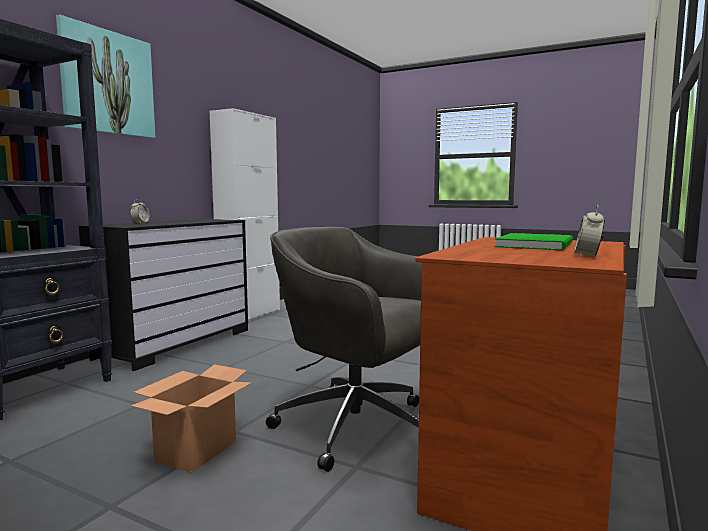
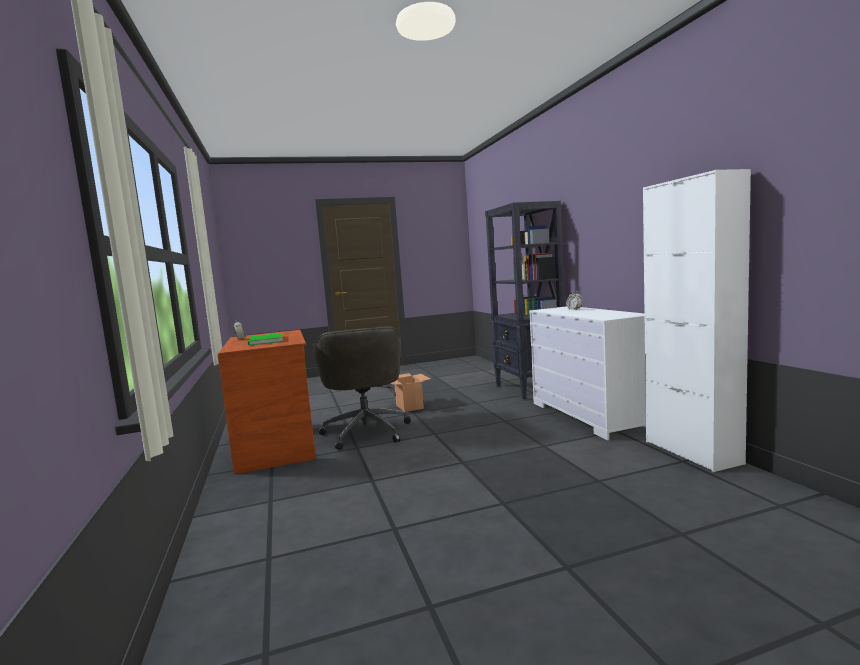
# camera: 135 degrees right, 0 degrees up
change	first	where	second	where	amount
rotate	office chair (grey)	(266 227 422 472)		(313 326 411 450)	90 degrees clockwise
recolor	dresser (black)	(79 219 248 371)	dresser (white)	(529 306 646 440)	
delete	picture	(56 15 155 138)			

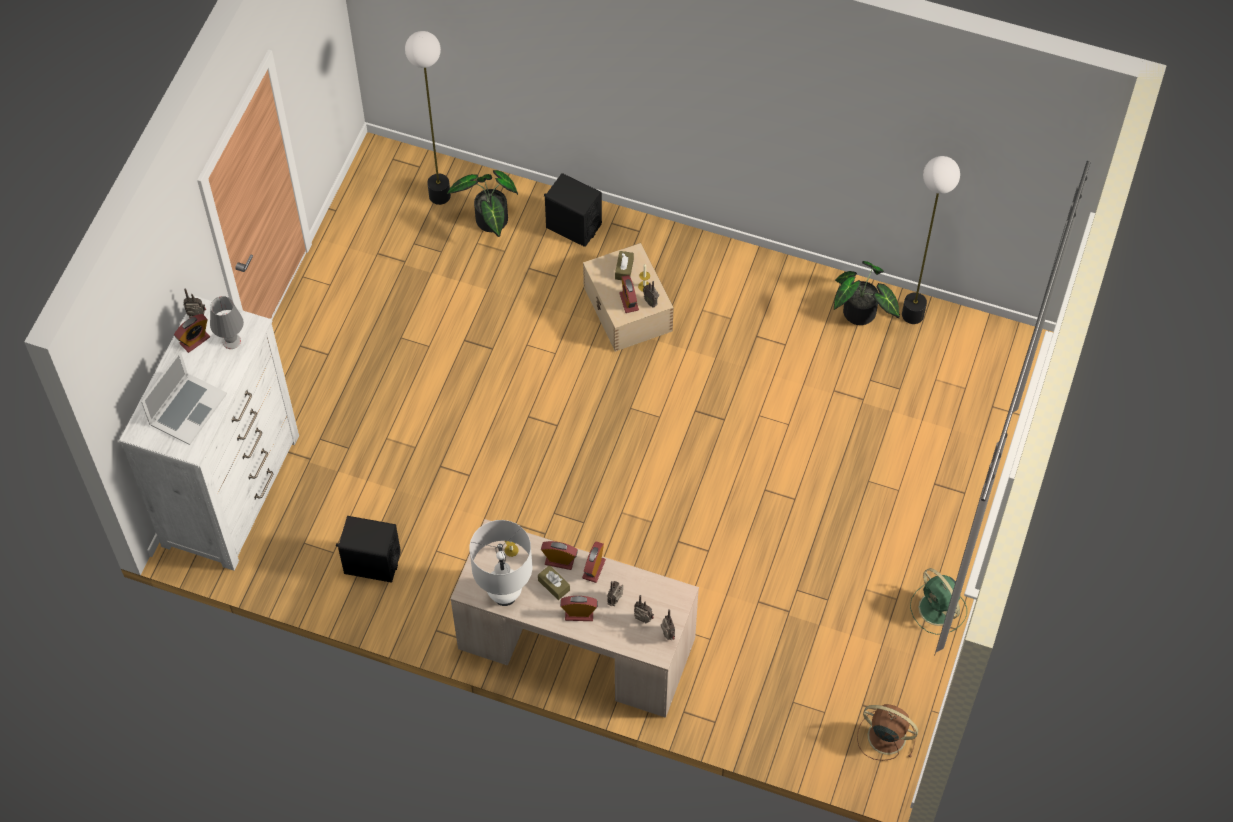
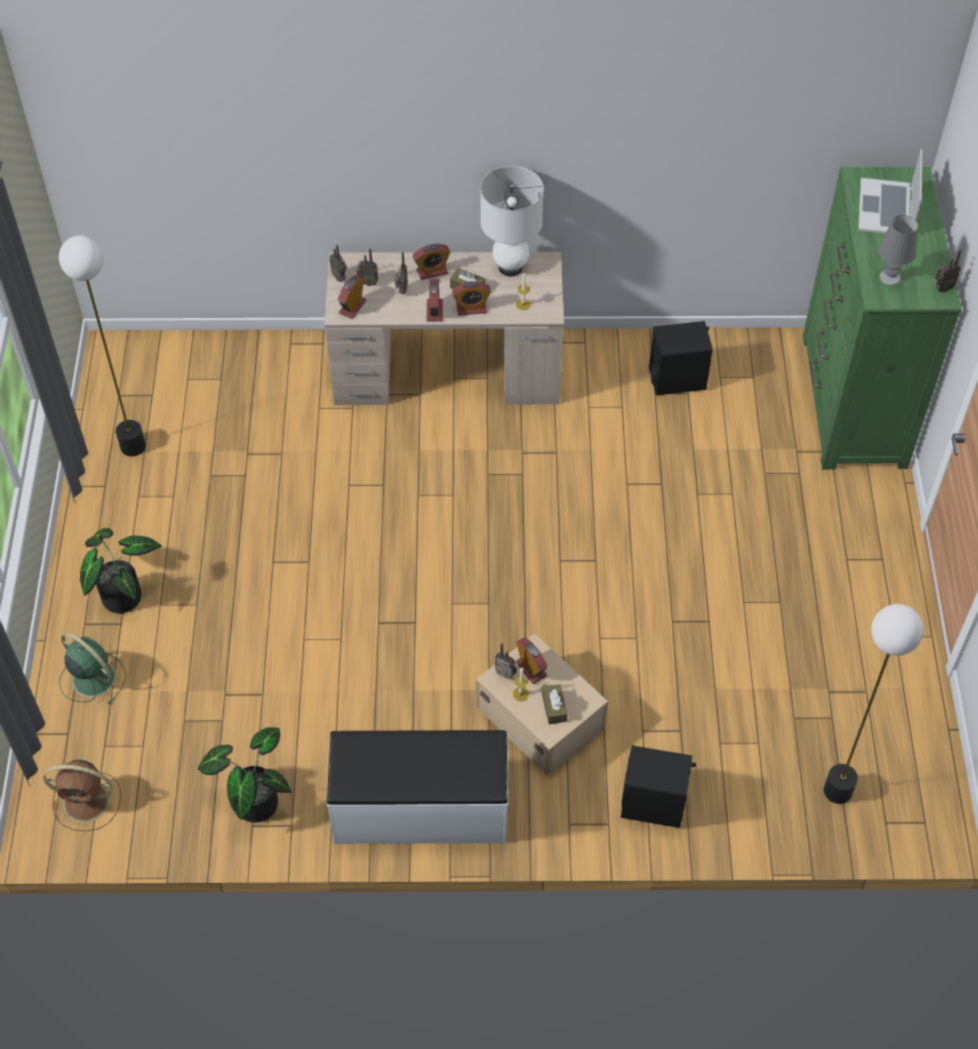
# camera: 160 degrees right, 5 degrees down
change	first	where	second	where	amount
move	fan (brown)	(857 704 918 761)		(44 760 121 832)	
move	floor lamp	(902 156 960 324)		(59 236 146 456)	
move	fan (green)	(910 568 967 635)		(59 633 126 705)	
move	potted plant	(447 170 518 237)		(80 528 162 613)	
insert			bench (white)	(327 730 508 844)	
move	alarm clock	(174 314 210 353)		(338 275 366 319)	
recolor	dresser (white)	(119 296 299 571)	dresser (green)	(803 167 962 470)	

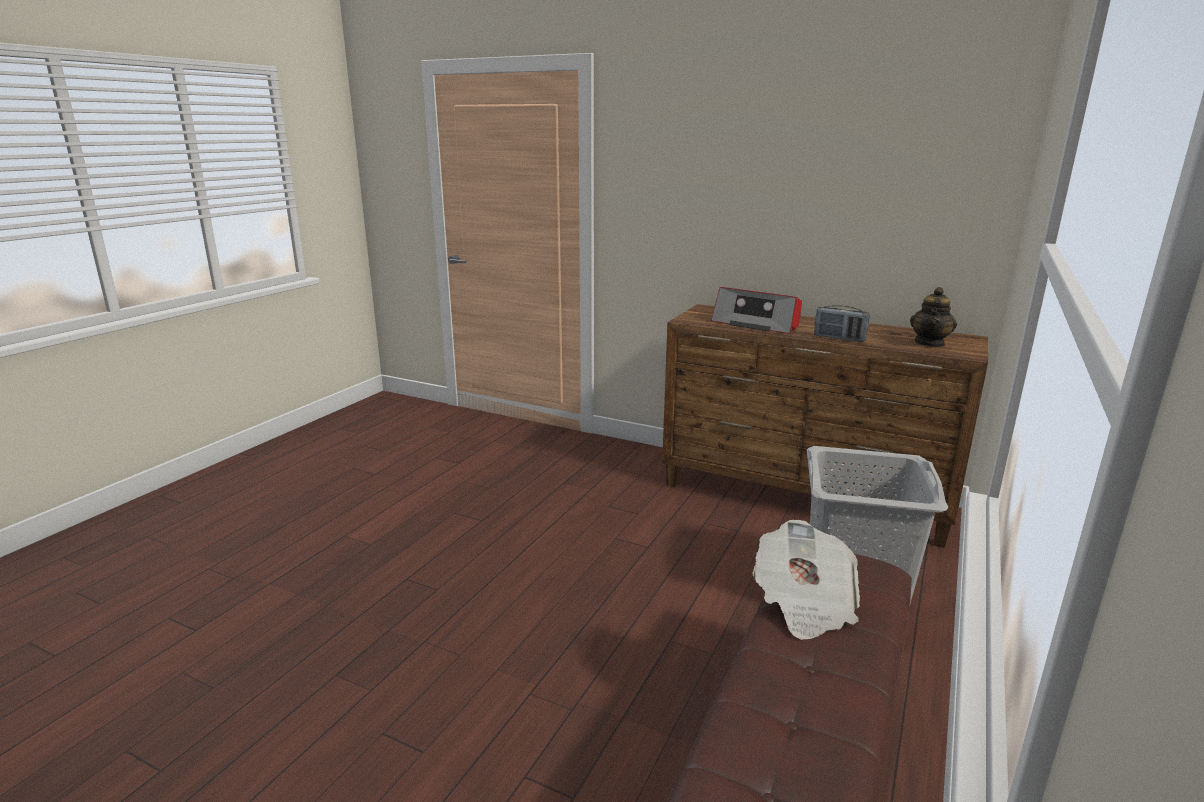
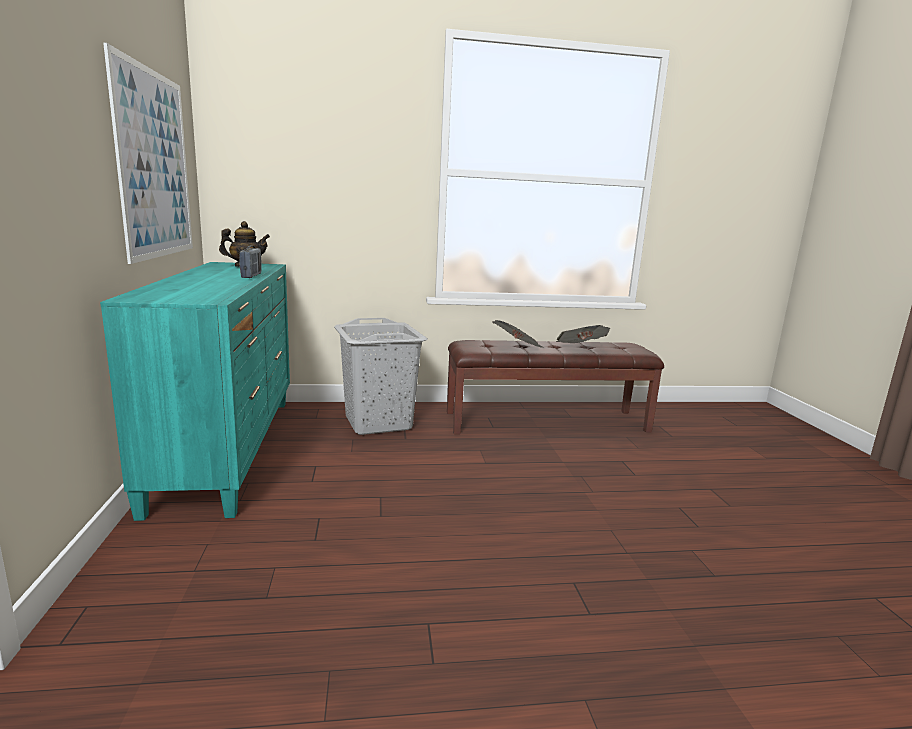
# camera: 125 degrees left, 5 degrees down
change	first	where	second	where	amount
recolor	dresser (brown)	(662 304 988 548)	dresser (turquoise)	(100 262 290 521)	
insert			picture	(103 42 193 264)	
insert			newspaper	(556 325 610 343)	
delete	radio	(711 287 802 334)			

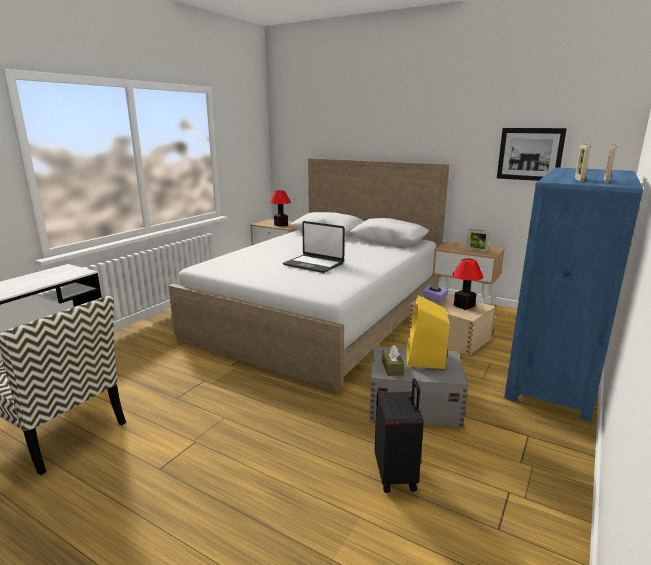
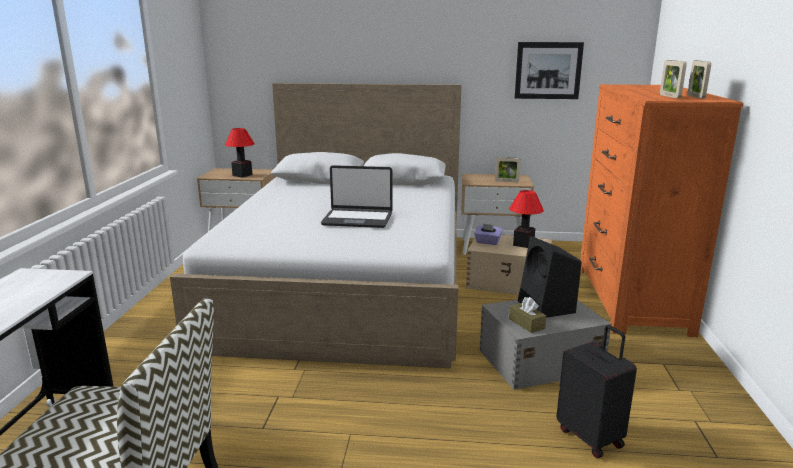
# camera: 25 degrees left, 0 degrees up
change	first	where	second	where	amount
recolor	speaker (yellow)	(406 295 450 369)	speaker (black)	(518 236 582 318)	
recolor	dresser (blue)	(504 167 643 422)	dresser (orange)	(581 84 744 337)	

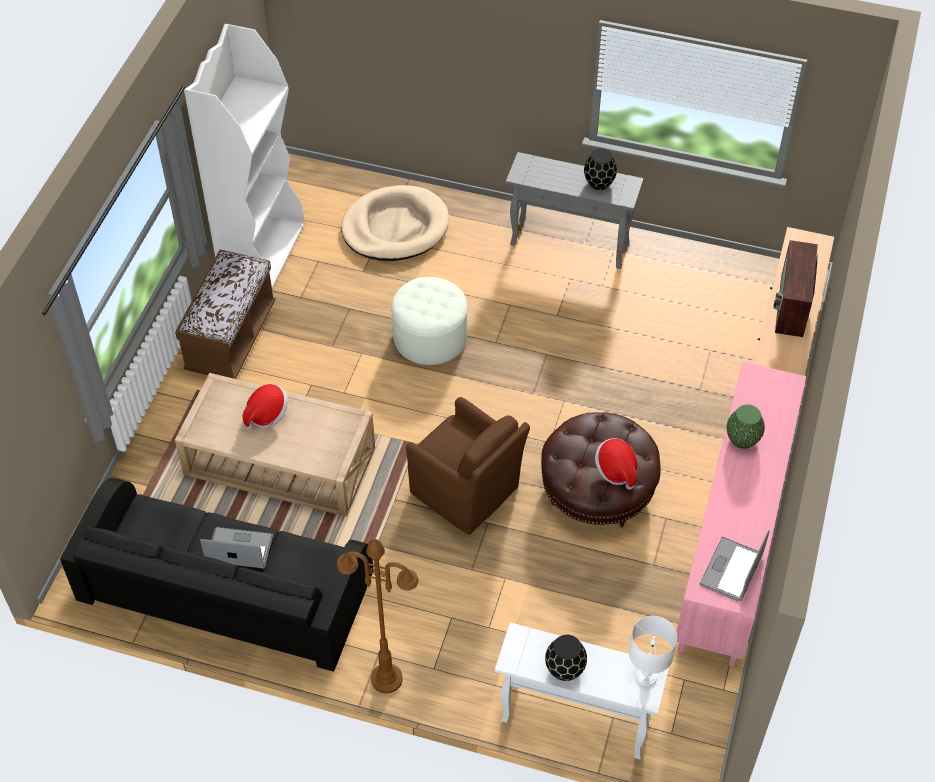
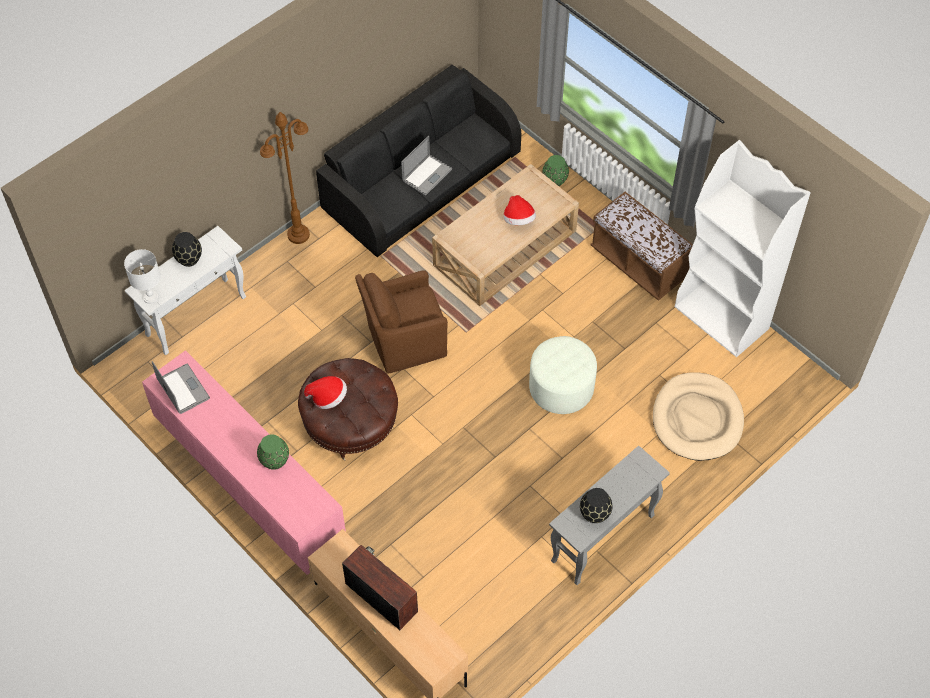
# camera: 120 degrees right, 5 degrees up
change	first	where	second	where	amount
insert			vase (green)	(542 155 569 186)	

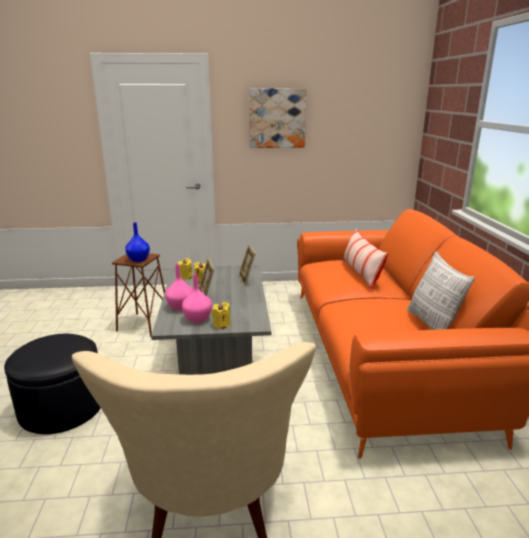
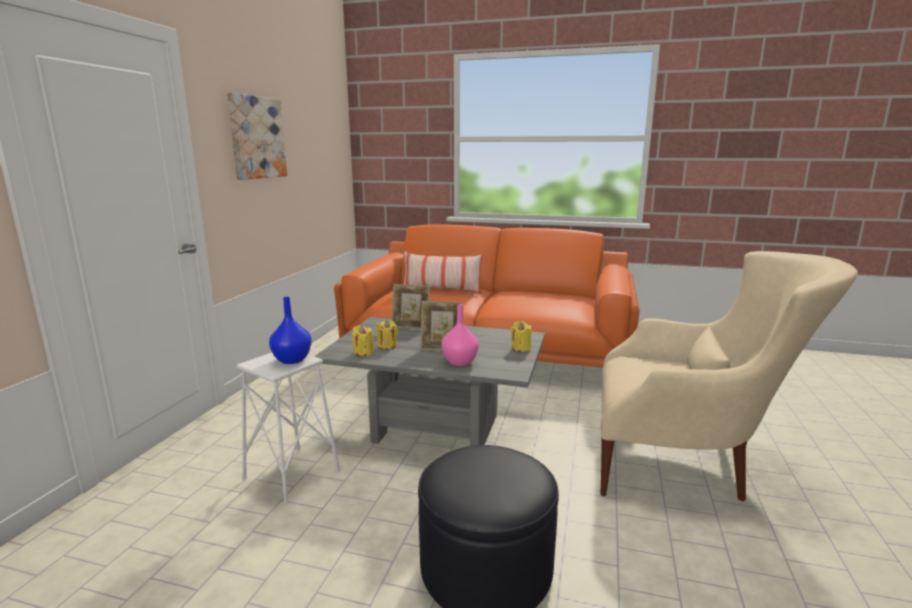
# camera: 70 degrees left, 5 degrees down
change	first	where	second	where	amount
recolor	stool (brown)	(112 253 165 337)	stool (white)	(237 352 340 505)	
delete	vase (pink)	(182 274 212 323)			
delete	pillow	(407 252 475 330)			

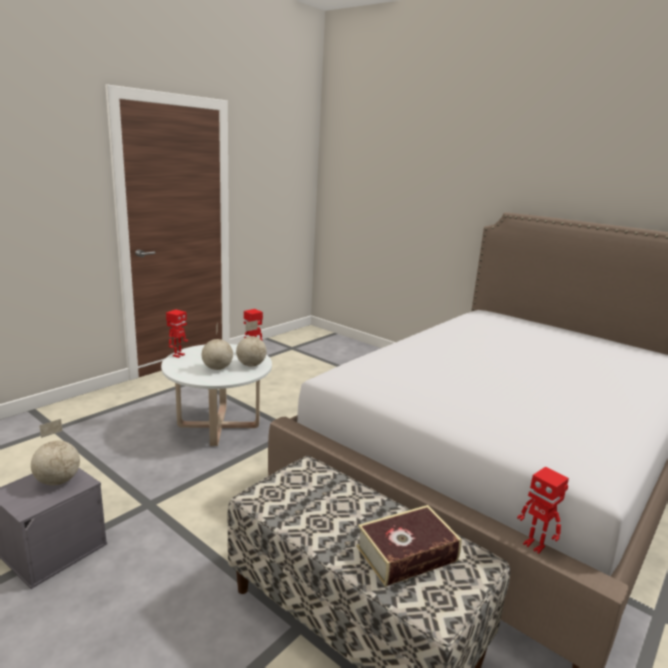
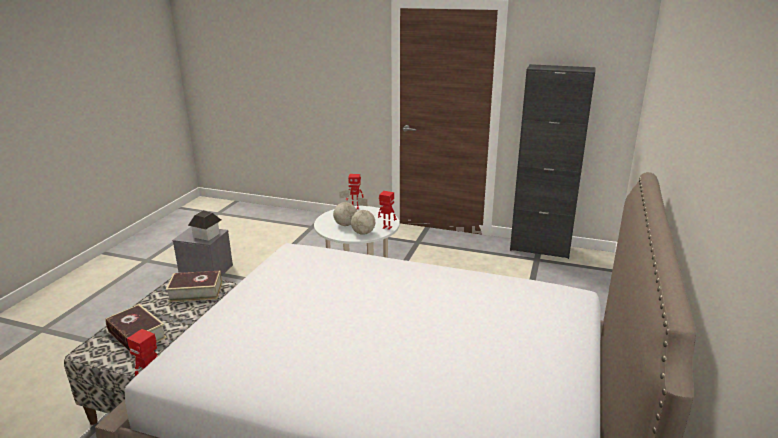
# camera: 70 degrees right, 5 degrees up
change	first	where	second	where	amount
insert			book	(166 271 222 302)	
replace	globe	(31 419 80 485)	toy house	(188 210 221 241)	
insert			cabinet (black)	(510 64 596 259)	

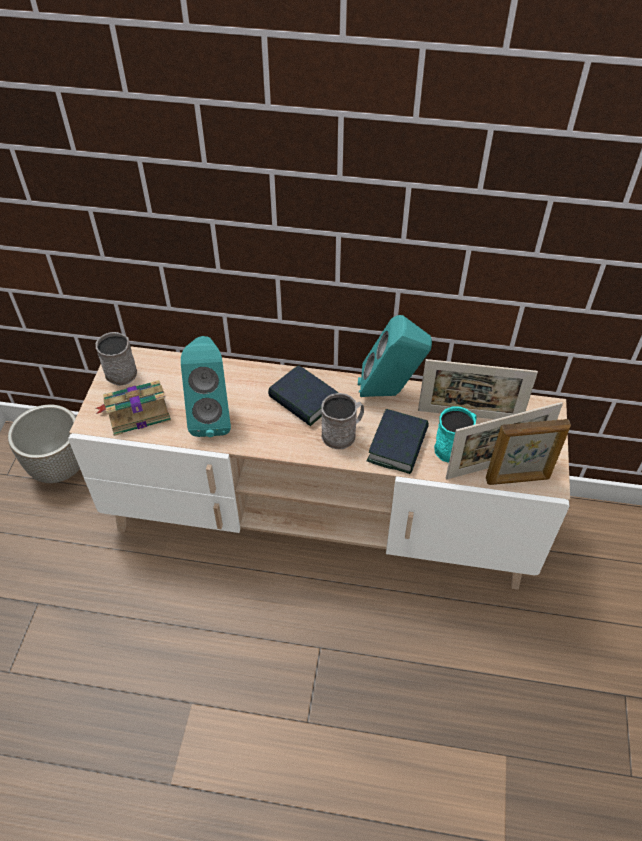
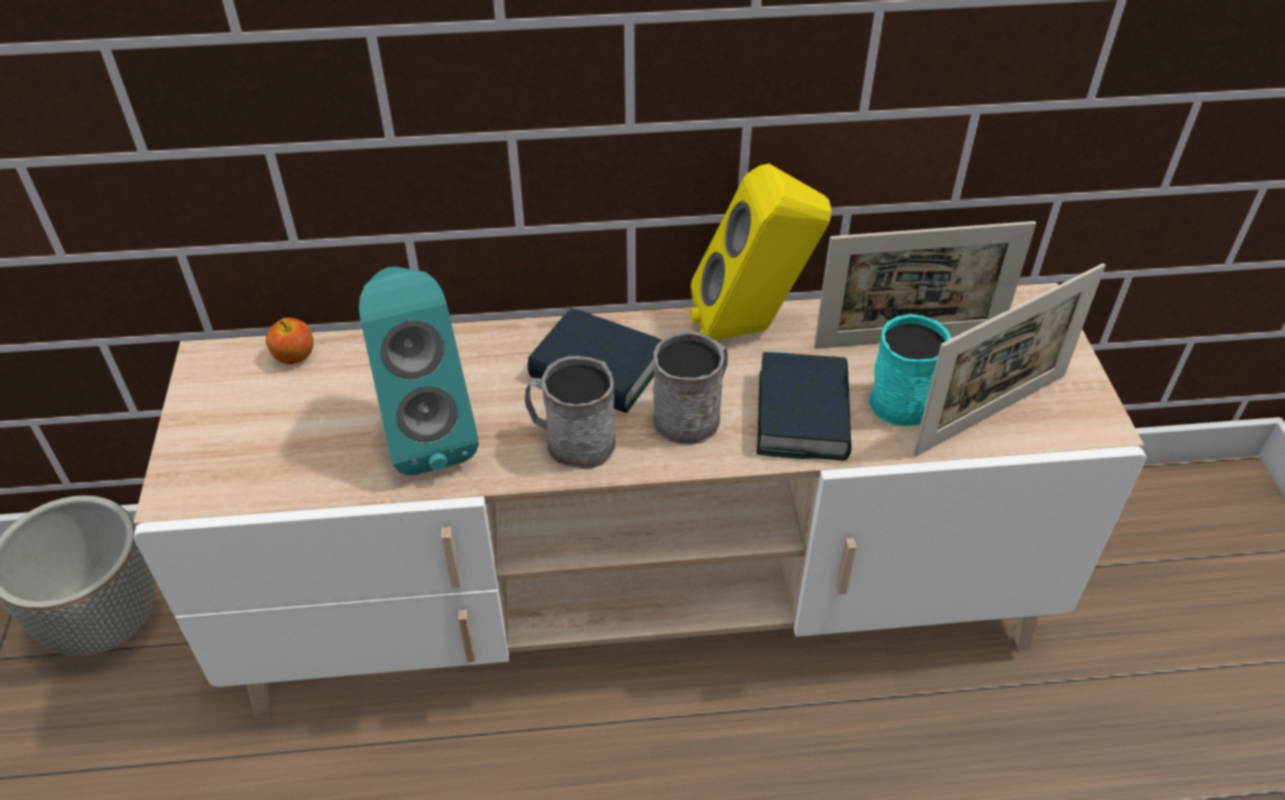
# camera: 15 degrees left, 5 degrees down
change	first	where	second	where	amount
insert			apple	(266 318 314 364)	
move	mug (grey)	(95 332 137 386)		(525 356 615 470)	
recolor	speaker (turquoise)	(358 315 432 397)	speaker (yellow)	(691 164 831 341)	
delete	book	(95 380 171 436)			
delete	picture frame	(486 419 571 485)			

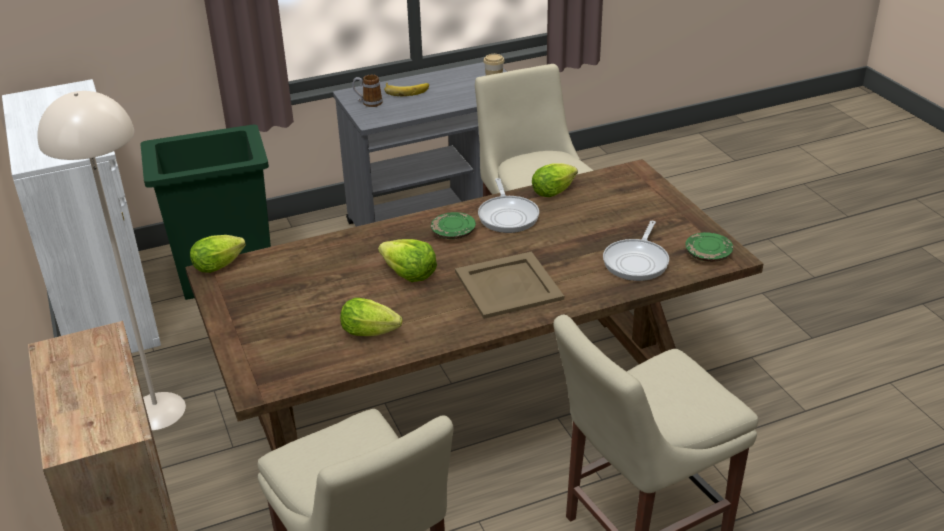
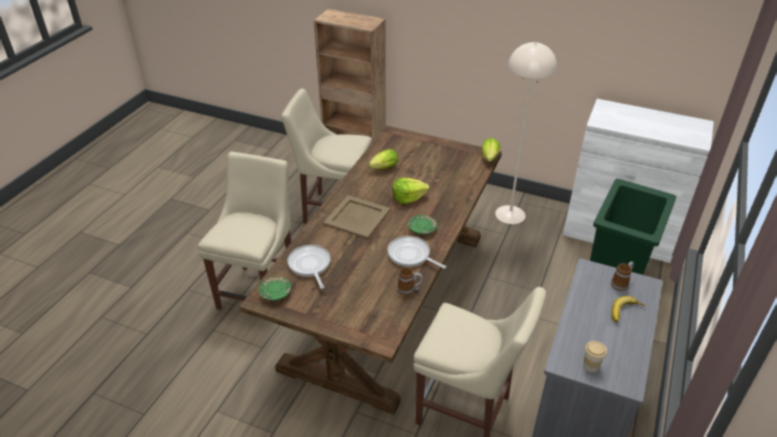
# camera: 135 degrees right, 5 degrees up
change	first	where	second	where	amount
replace	lettuce	(532 163 578 197)	mug	(397 267 423 295)	

